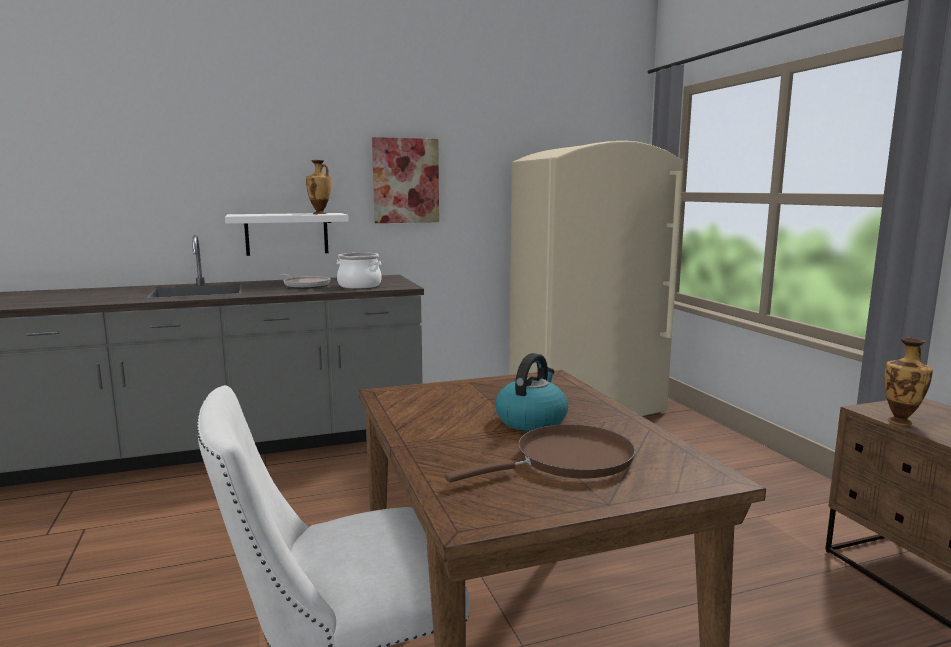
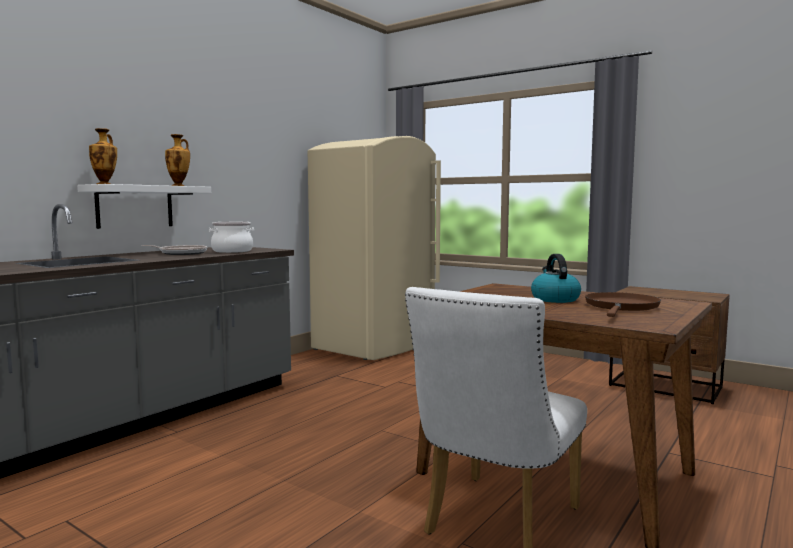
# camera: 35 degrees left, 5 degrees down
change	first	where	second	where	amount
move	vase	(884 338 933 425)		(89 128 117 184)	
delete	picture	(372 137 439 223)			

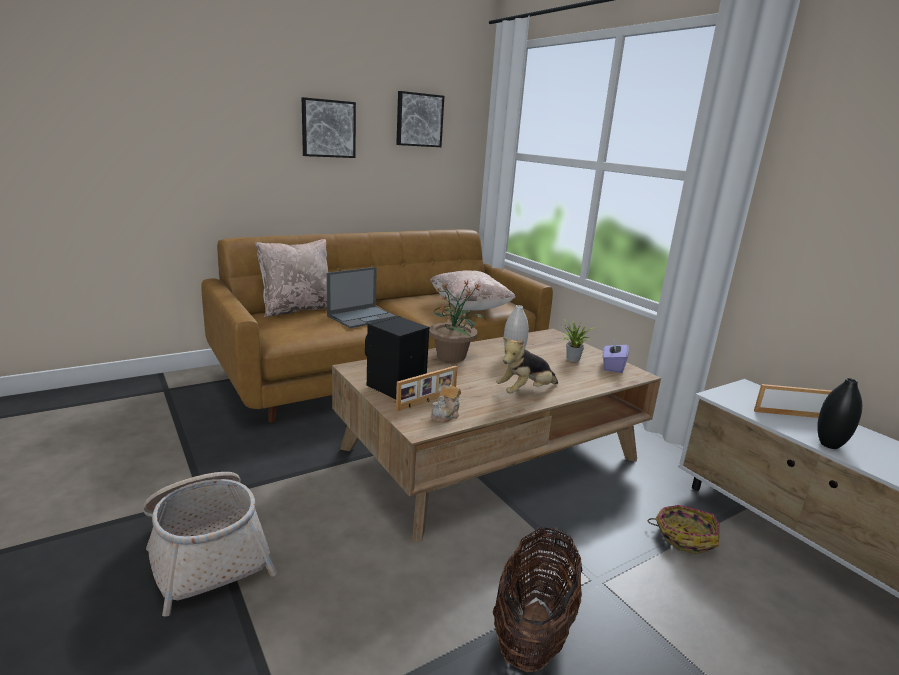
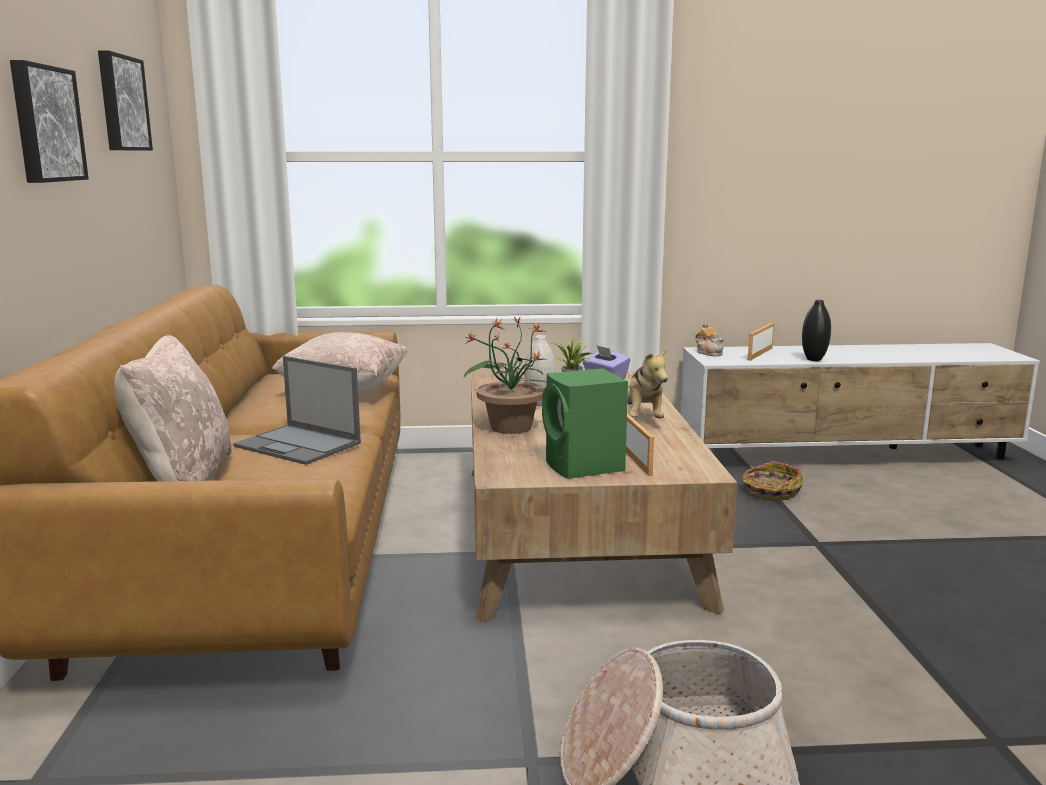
# camera: 60 degrees left, 5 degrees down
change	first	where	second	where	amount
rotate	laptop	(327 267 396 328)		(233 356 361 465)	135 degrees clockwise
recolor	speaker (black)	(365 315 429 399)	speaker (green)	(542 368 628 479)	
move	teapot	(431 379 461 423)		(695 322 724 357)	
delete	basket	(493 526 582 672)			

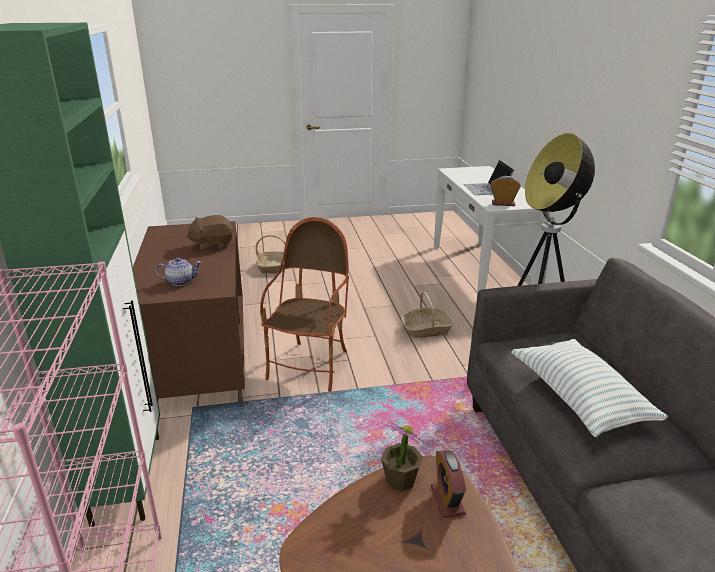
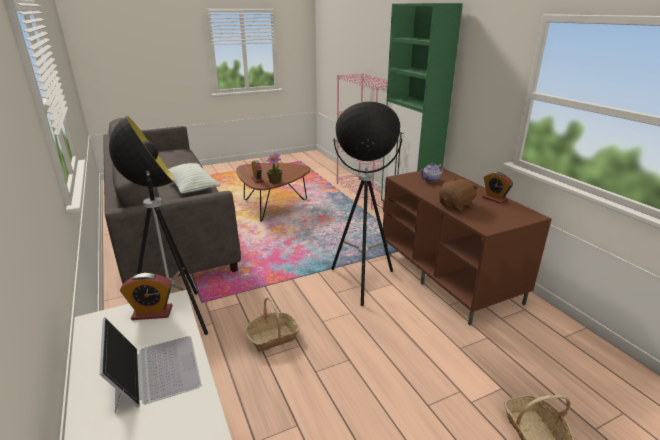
# camera: 165 degrees right, 0 degrees up
change	first	where	second	where	amount
replace	armchair	(260 217 349 392)	floor lamp	(331 102 402 306)	
insert			alarm clock	(482 172 513 204)	

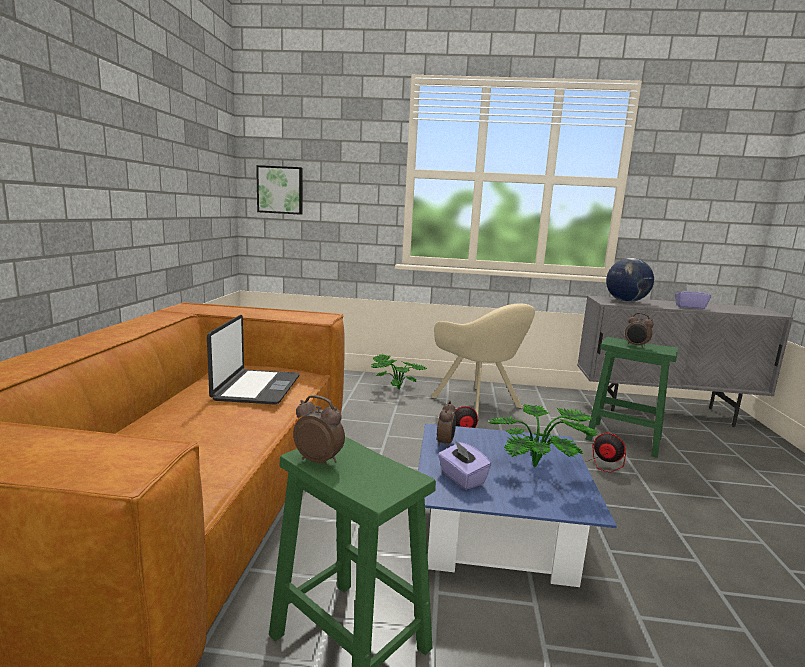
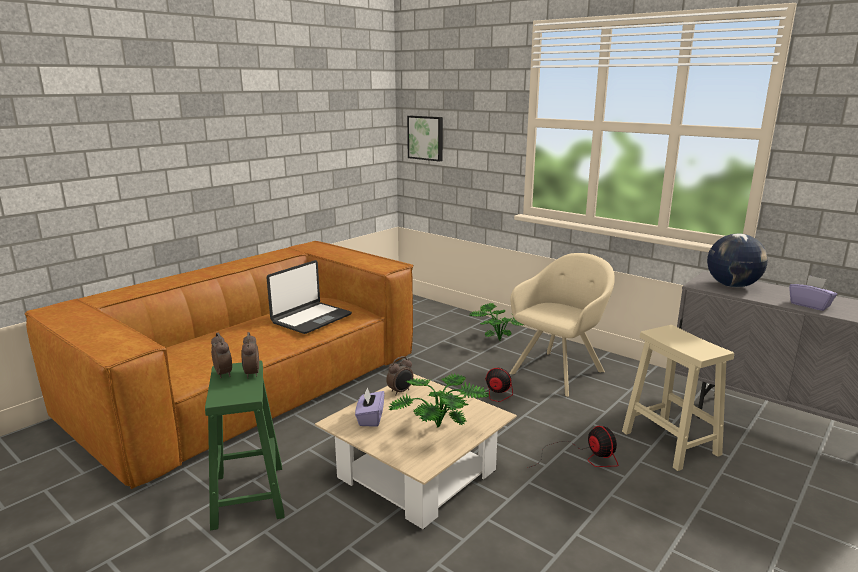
# camera: 35 degrees right, 5 degrees up
change	first	where	second	where	amount
move	alarm clock	(625 313 654 348)		(242 332 259 379)	
recolor	coffee table (blue)	(418 423 617 587)	coffee table (beige)	(315 374 517 529)	
rotate	armchair (beige)	(431 303 535 415)		(509 253 615 397)	135 degrees counterclockwise
recolor	stool (green)	(586 337 678 458)	stool (beige)	(622 325 734 471)	

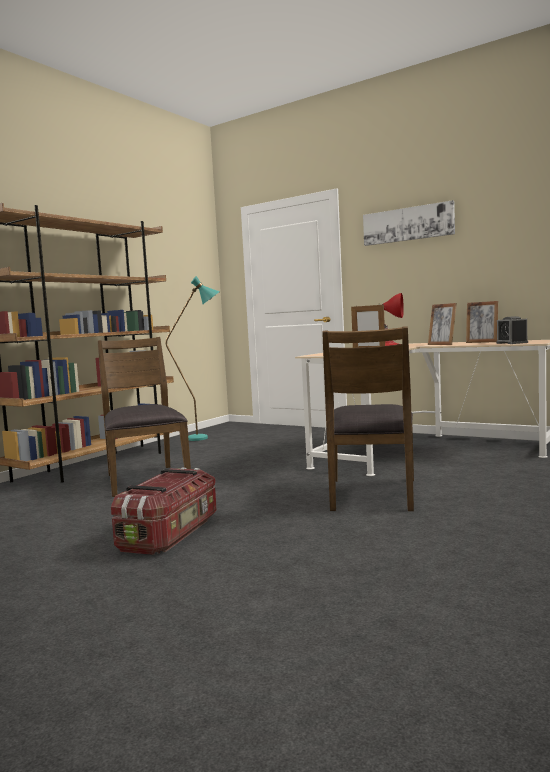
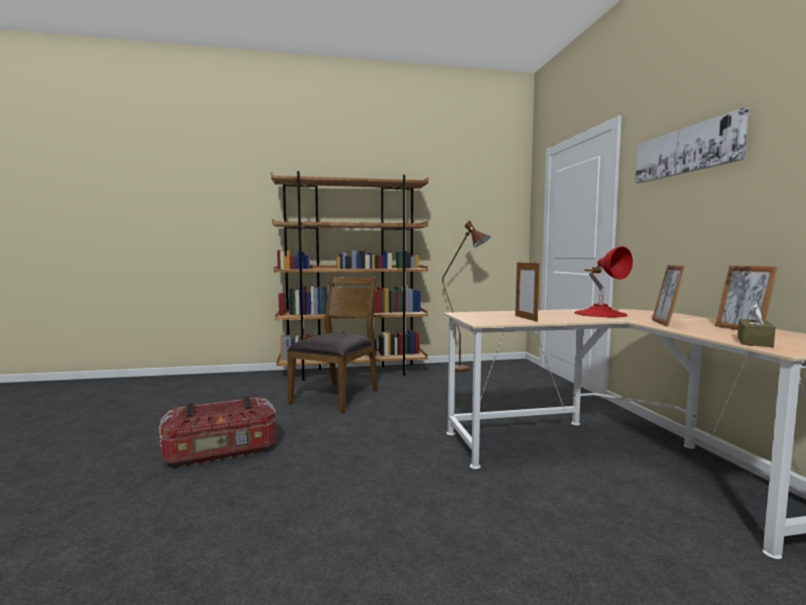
# camera: 45 degrees right, 0 degrees up
change	first	where	second	where	amount
recolor	floor lamp (turquoise)	(165 276 220 441)	floor lamp (brown)	(442 221 491 372)	
replace	alarm clock	(497 316 528 344)	tissue box (brown)	(737 303 776 347)	
delete	chair (brown)	(322 326 414 511)			

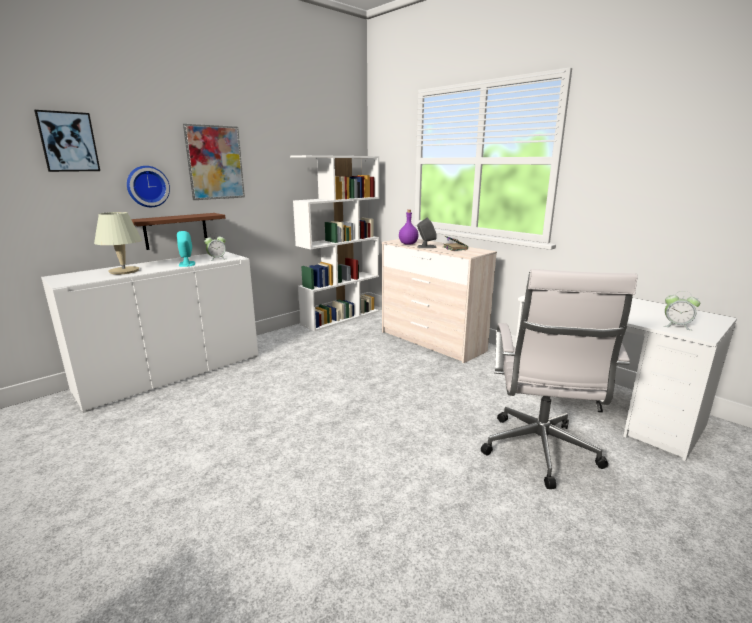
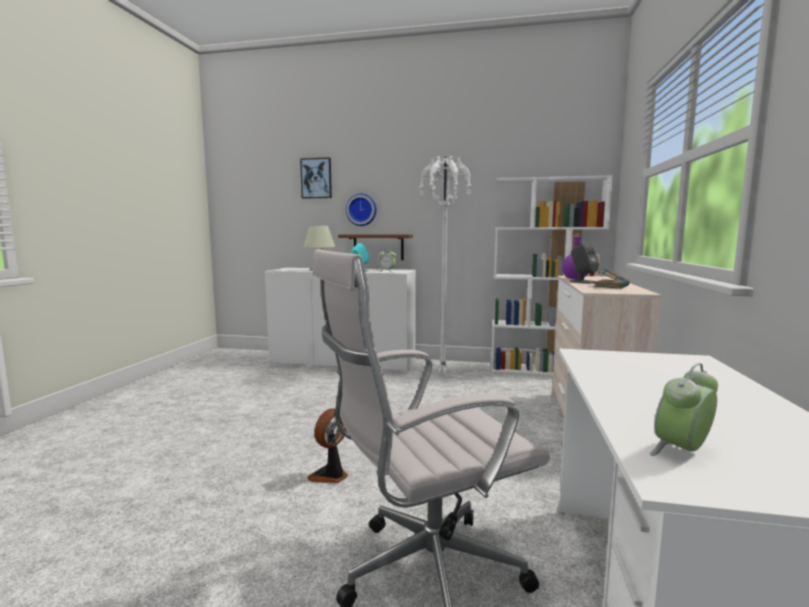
# camera: 55 degrees right, 10 degrees down
change	first	where	second	where	amount
insert			fan	(307 408 348 483)	
insert			floor lamp (white)	(419 156 472 375)	
rotate	alarm clock	(663 291 701 330)		(650 363 718 456)	60 degrees clockwise
delete	picture	(183 124 245 200)			

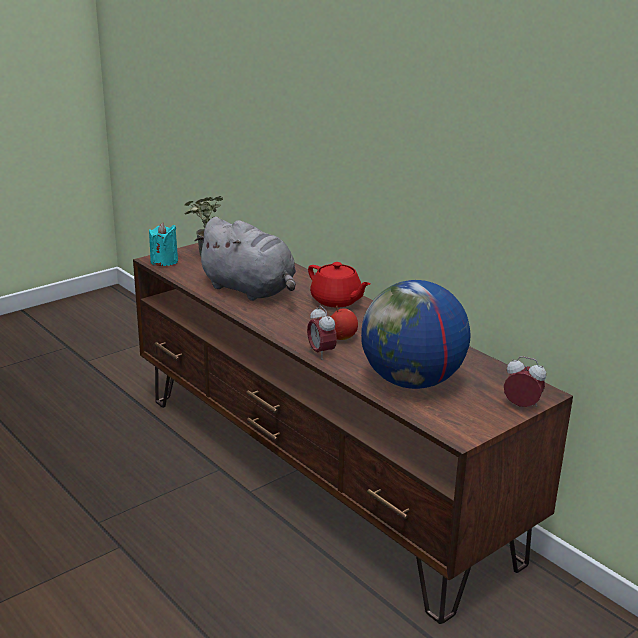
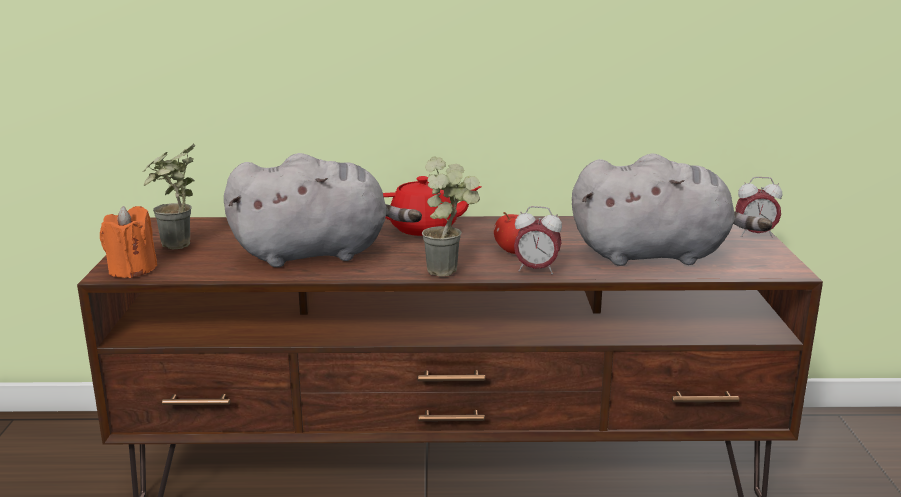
# camera: 50 degrees left, 5 degrees down
change	first	where	second	where	amount
recolor	candle (turquoise)	(149 223 178 266)	candle (orange)	(100 206 157 278)	
insert			potted plant	(422 157 480 277)	
replace	globe	(361 280 470 389)	plush toy (grey)	(572 153 772 266)	
rotate	alarm clock	(504 356 546 407)		(736 177 782 238)	150 degrees counterclockwise

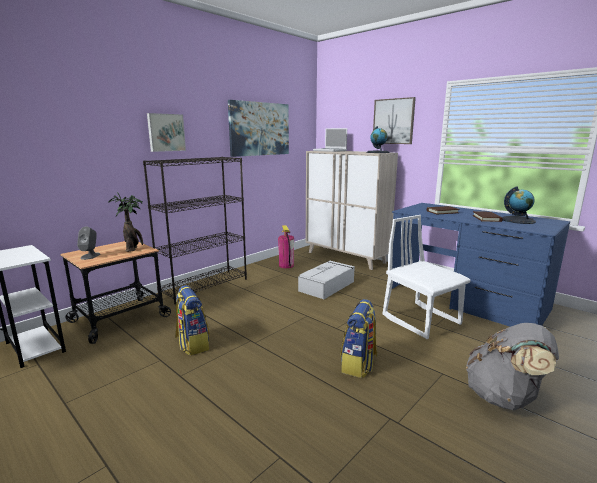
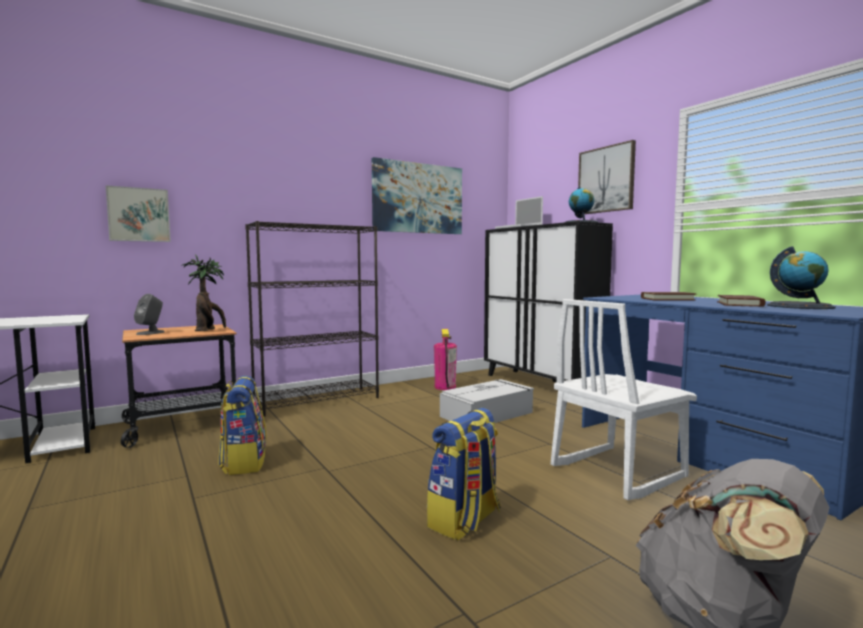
# camera: 15 degrees right, 10 degrees down
change	first	where	second	where	amount
move	picture	(147 113 186 152)		(106 185 171 242)	
recolor	cabinet (beige)	(306 151 398 270)	cabinet (black)	(484 221 613 382)	
rotate	chair (white)	(382 215 471 339)		(551 299 697 500)	105 degrees counterclockwise

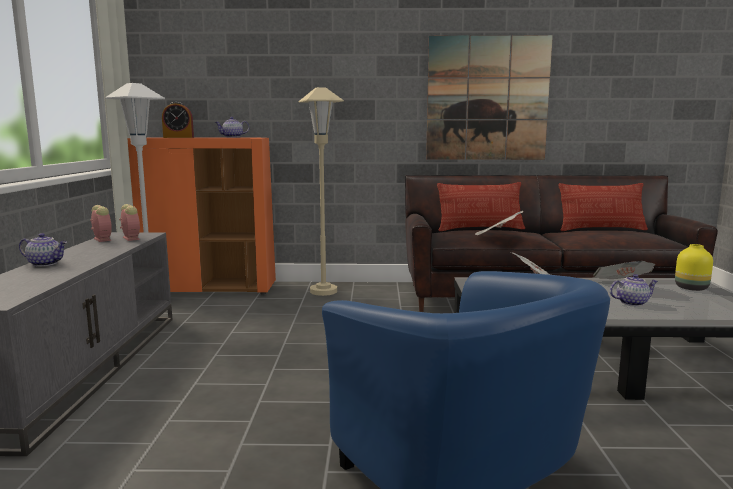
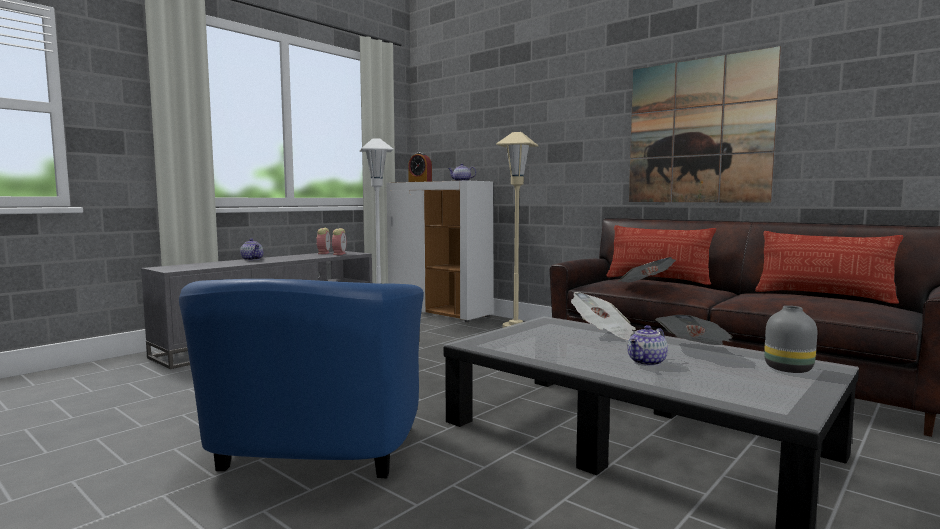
# camera: 40 degrees right, 5 degrees down
change	first	where	second	where	amount
recolor	cabinet (orange)	(127 138 276 295)	cabinet (white)	(386 180 494 322)	
rotate	teapot	(610 274 658 306)		(628 325 668 366)	105 degrees clockwise
recolor	vase (yellow)	(675 244 713 291)	vase (grey)	(764 306 817 373)	

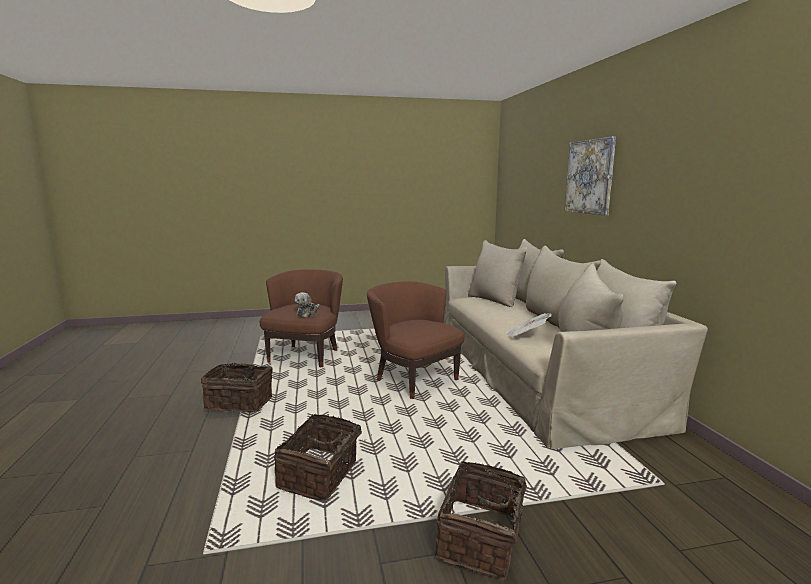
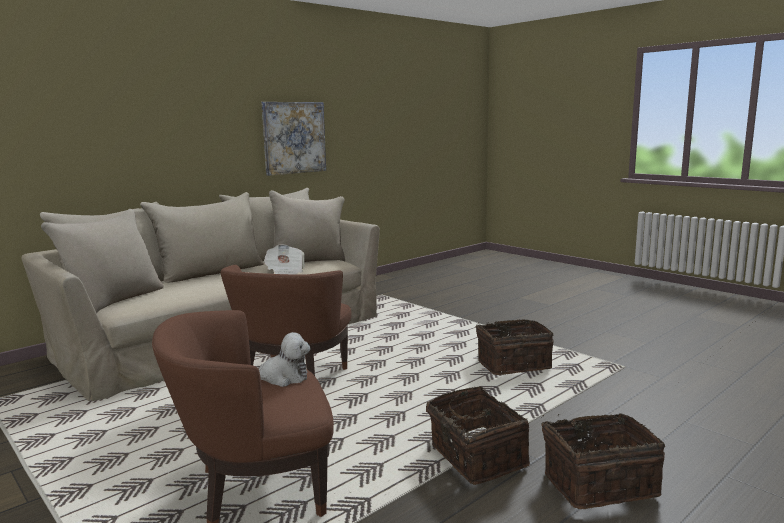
# camera: 120 degrees left, 0 degrees up
change	first	where	second	where	amount
move	picture	(564 136 616 216)		(261 102 326 176)	
move	basket	(435 461 544 580)		(541 414 665 509)	

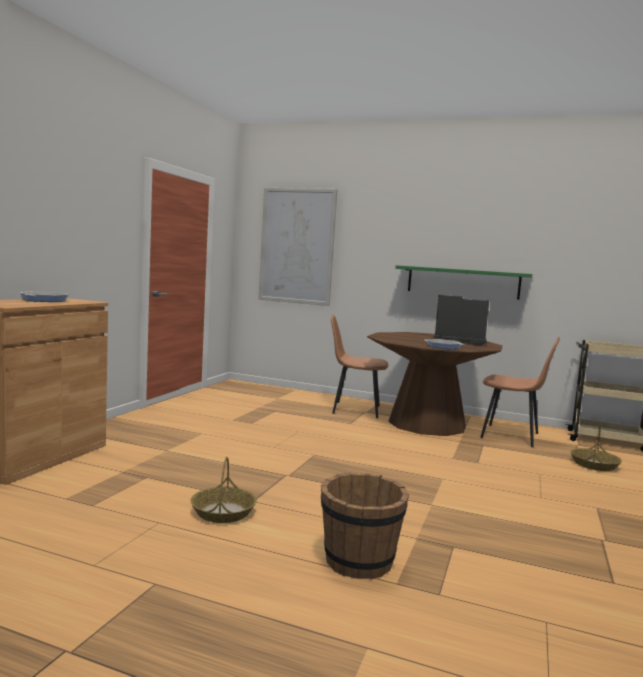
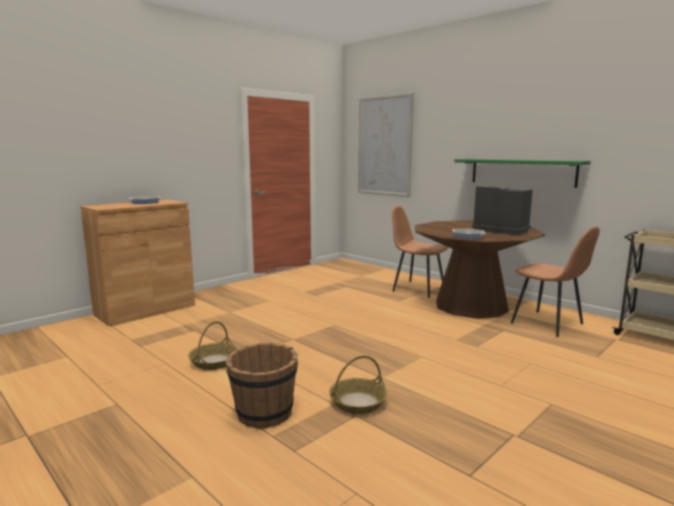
# camera: 25 degrees right, 5 degrees up
change	first	where	second	where	amount
move	basket	(570 426 622 471)		(329 355 387 414)	

